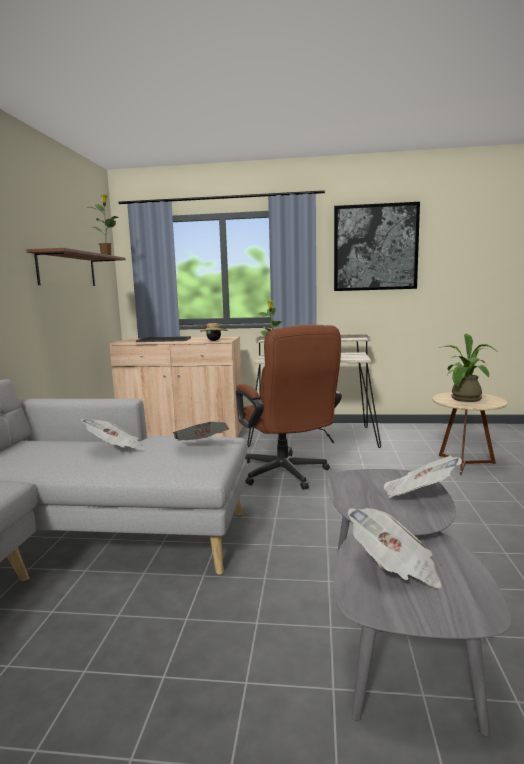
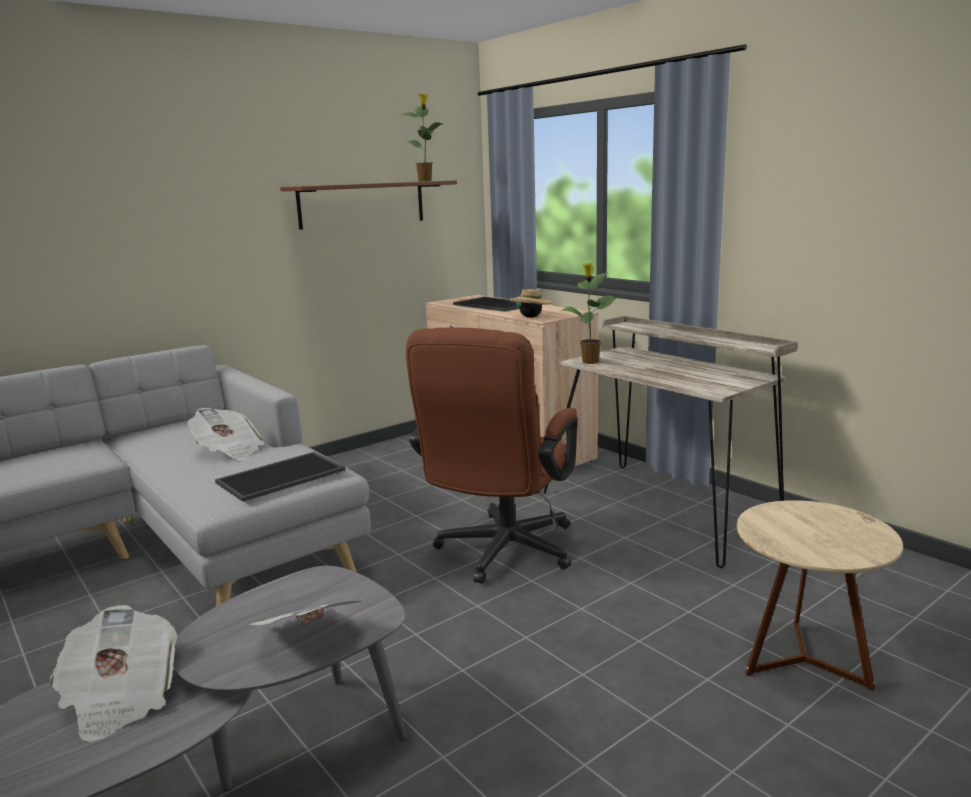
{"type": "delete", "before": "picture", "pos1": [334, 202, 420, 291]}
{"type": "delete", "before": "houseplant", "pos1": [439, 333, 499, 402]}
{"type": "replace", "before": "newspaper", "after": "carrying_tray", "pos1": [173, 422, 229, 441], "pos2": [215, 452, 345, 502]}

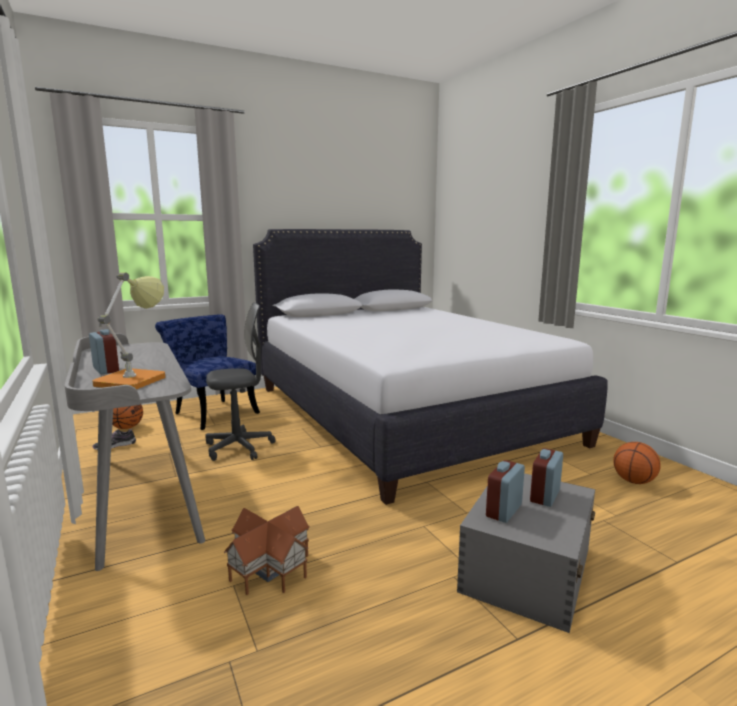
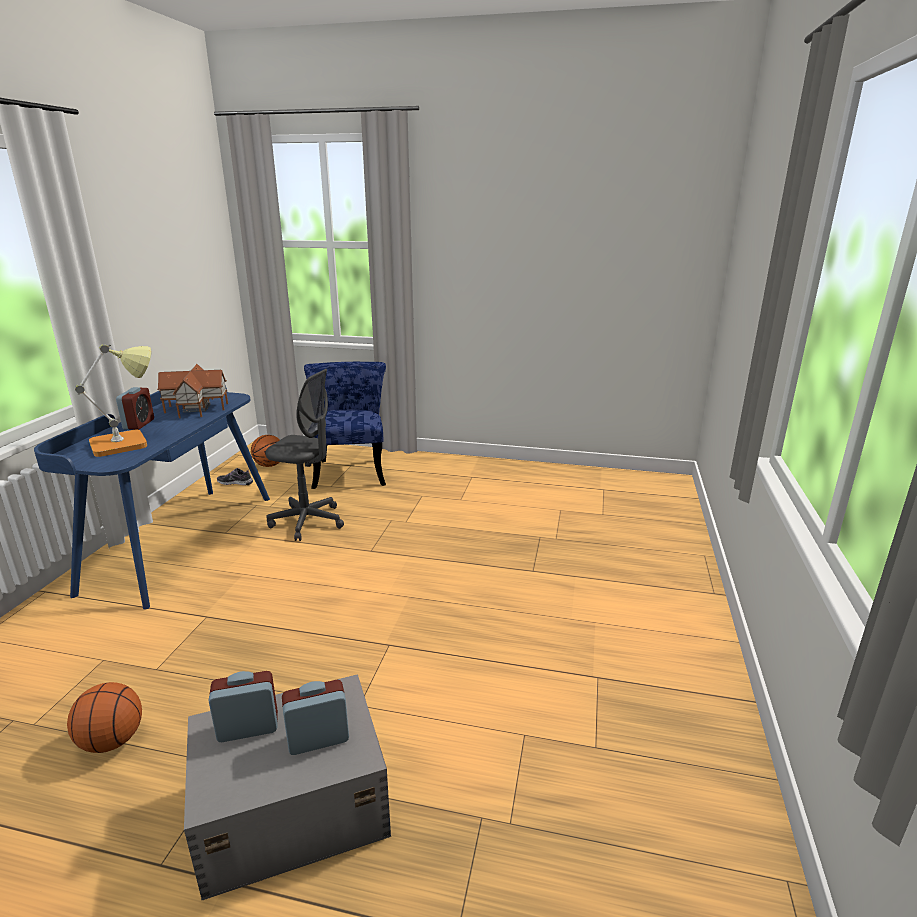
{"type": "delete", "before": "whitish_bed", "pos1": [253, 229, 608, 505]}
{"type": "move", "before": "miniature_house", "pos1": [224, 506, 310, 595], "pos2": [157, 364, 228, 418]}
{"type": "move", "before": "basketball", "pos1": [613, 442, 661, 484], "pos2": [67, 682, 142, 753]}
{"type": "recolor", "before": "gray_desk_unit", "after": "blue_desk_unit", "pos1": [64, 333, 205, 571], "pos2": [34, 385, 270, 610]}

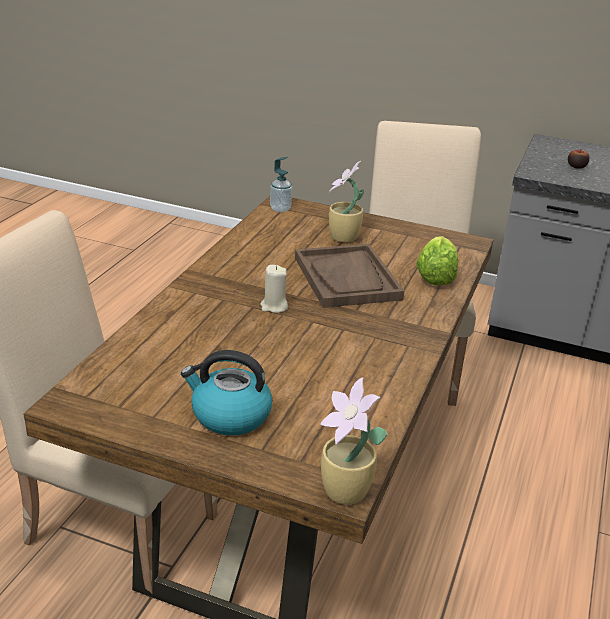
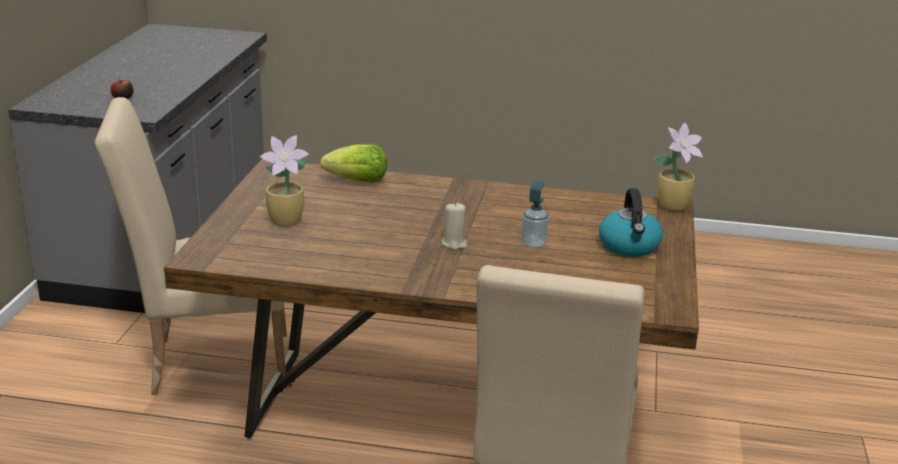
{"type": "delete", "before": "brown-coloured_carrying_tray", "pos1": [295, 244, 404, 308]}
{"type": "move", "before": "liquid_soap_bottle", "pos1": [270, 157, 292, 212], "pos2": [521, 181, 549, 248]}

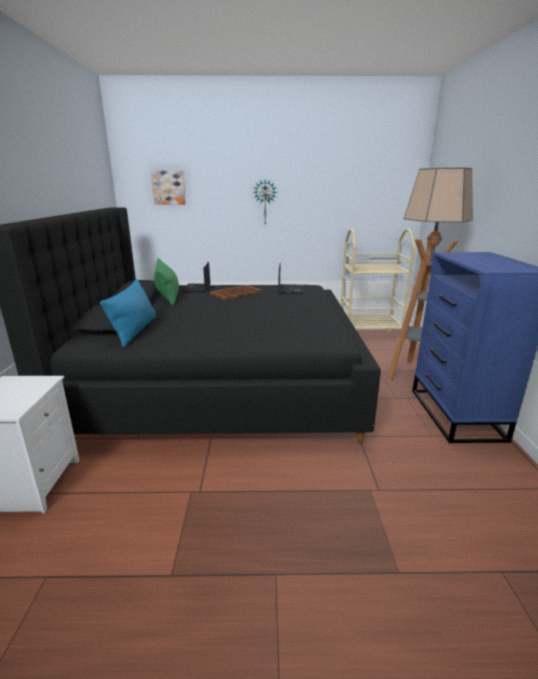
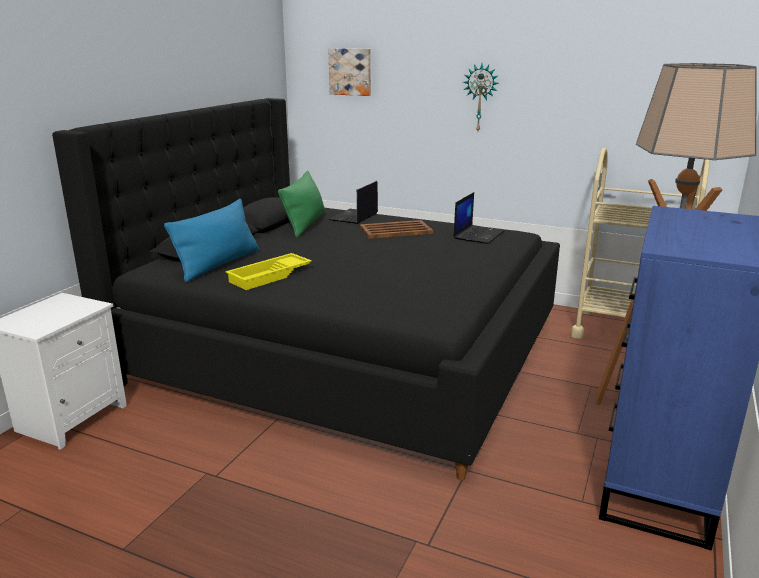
{"type": "insert", "after": "yellowish_carrying_tray", "pos2": [225, 253, 312, 290]}

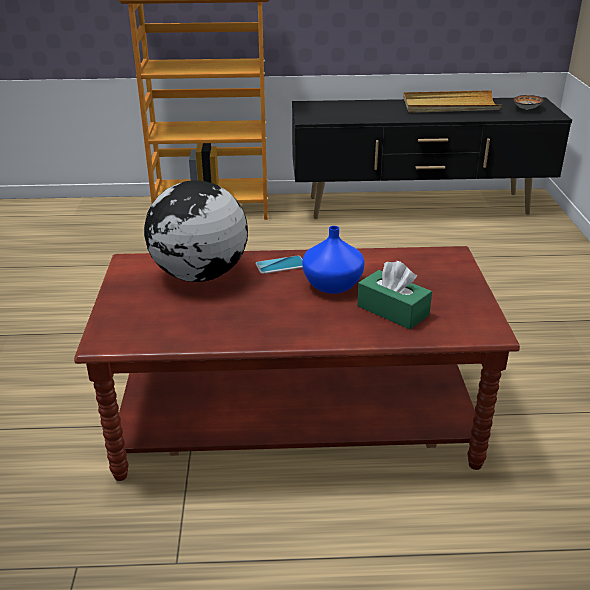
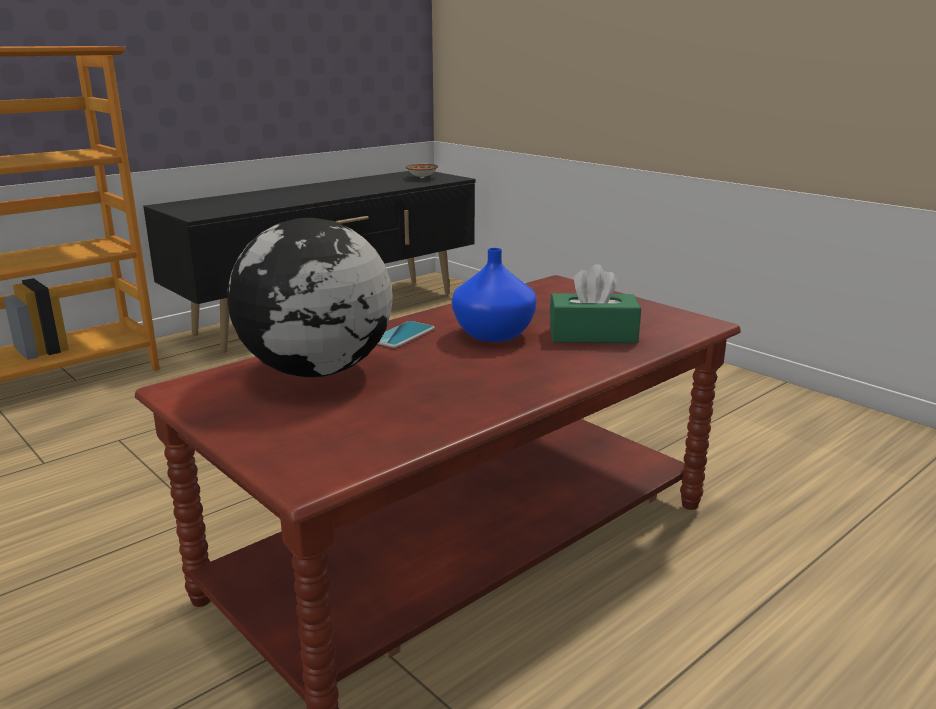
{"type": "delete", "before": "sand-coloured_carrying_tray", "pos1": [403, 90, 503, 113]}

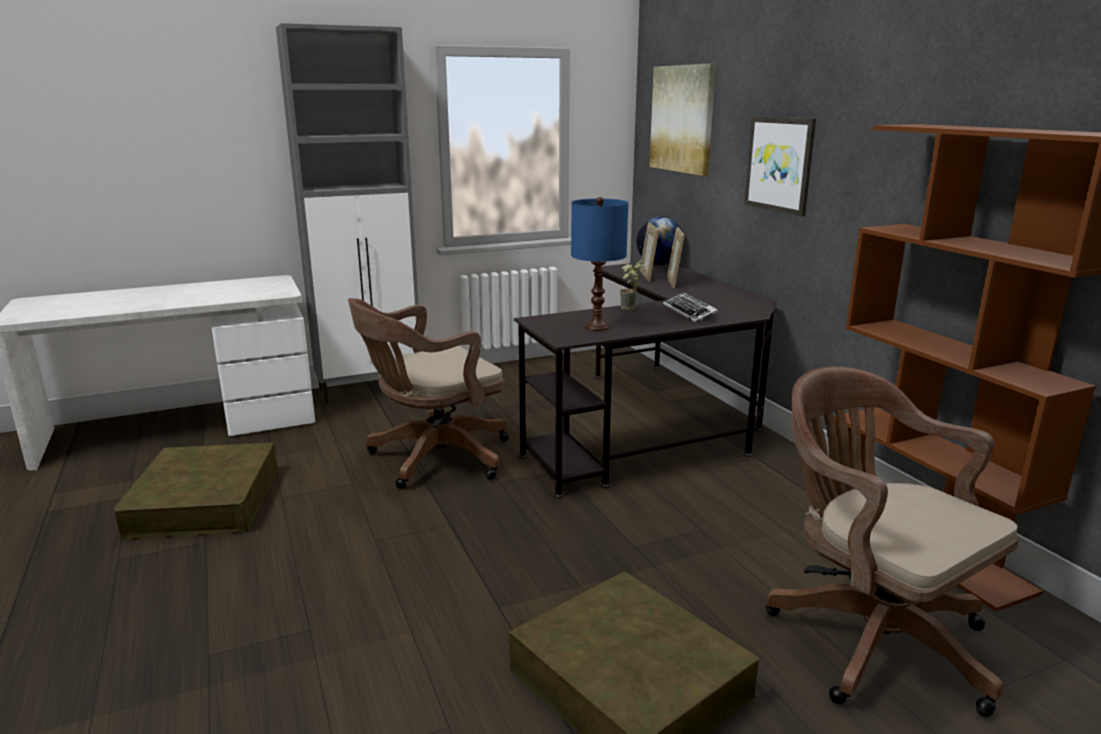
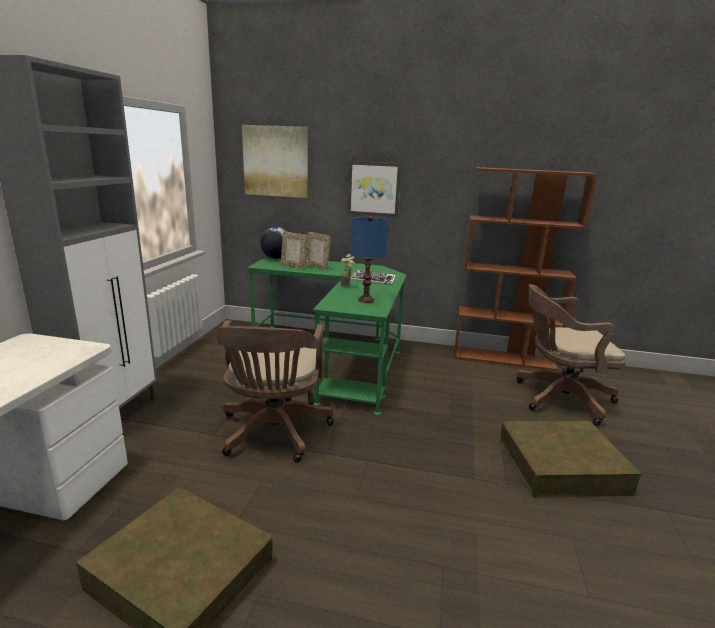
{"type": "recolor", "before": "black_desk_unit", "after": "green_desk_unit", "pos1": [514, 262, 777, 499], "pos2": [247, 257, 406, 415]}

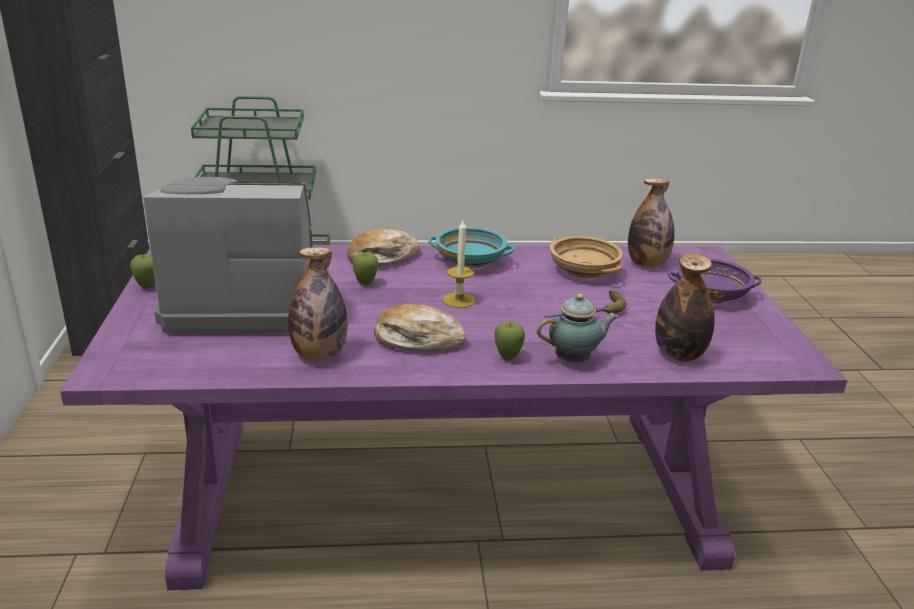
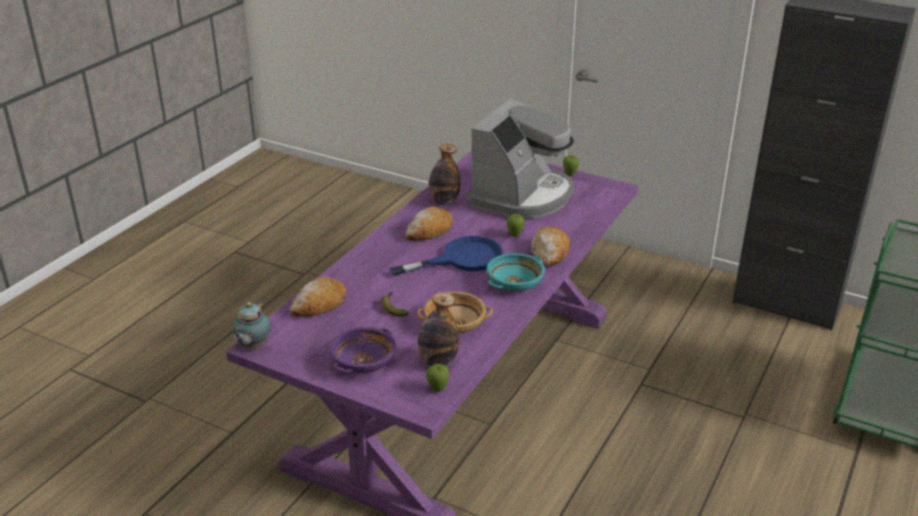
{"type": "move", "before": "apple", "pos1": [495, 321, 525, 361], "pos2": [426, 364, 449, 392]}
{"type": "move", "before": "tea_pot", "pos1": [537, 294, 618, 362], "pos2": [233, 300, 271, 348]}
{"type": "replace", "before": "wax_light", "after": "blue_skillet", "pos1": [443, 220, 475, 308], "pos2": [389, 236, 503, 276]}
{"type": "replace", "before": "beverage_bottle", "after": "bakery_bread", "pos1": [655, 253, 715, 361], "pos2": [290, 277, 346, 317]}

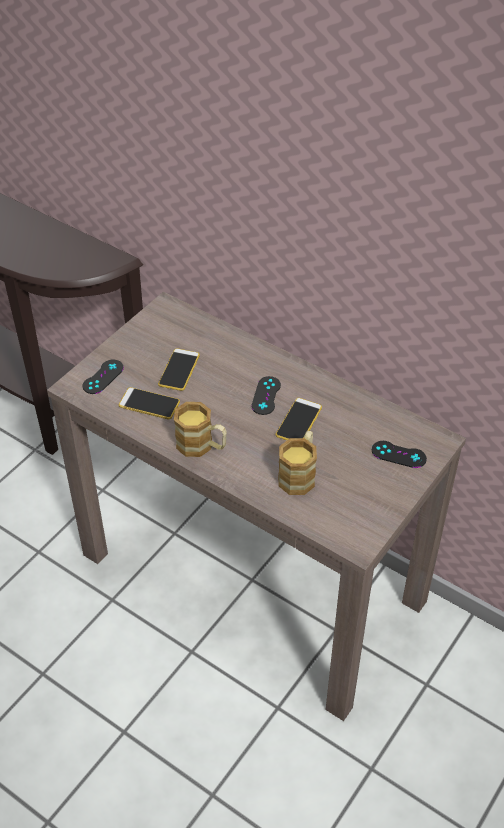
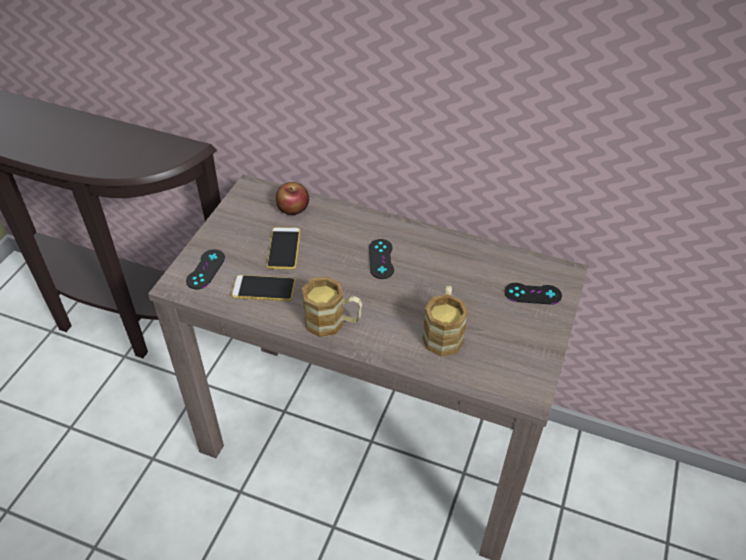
{"type": "delete", "before": "handset", "pos1": [275, 398, 322, 440]}
{"type": "insert", "after": "apple", "pos2": [276, 182, 309, 215]}

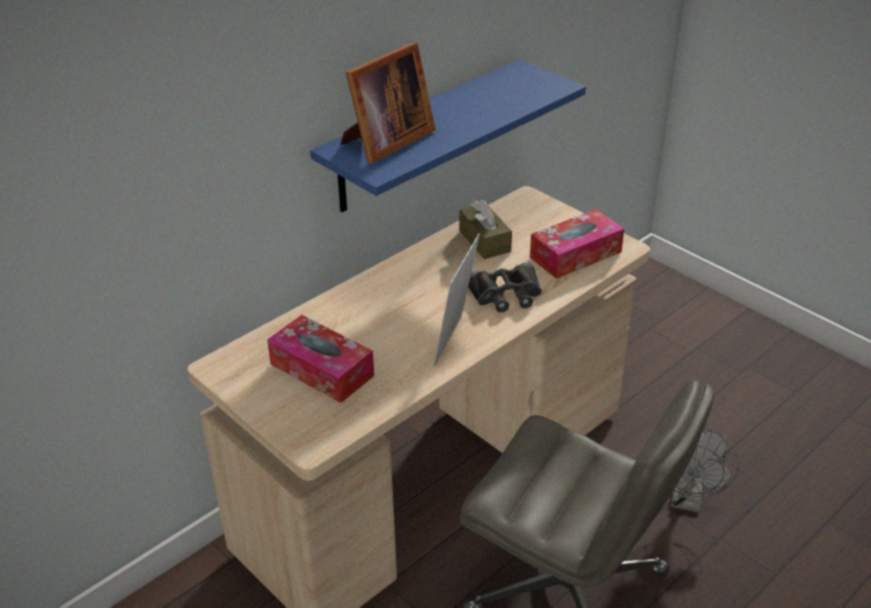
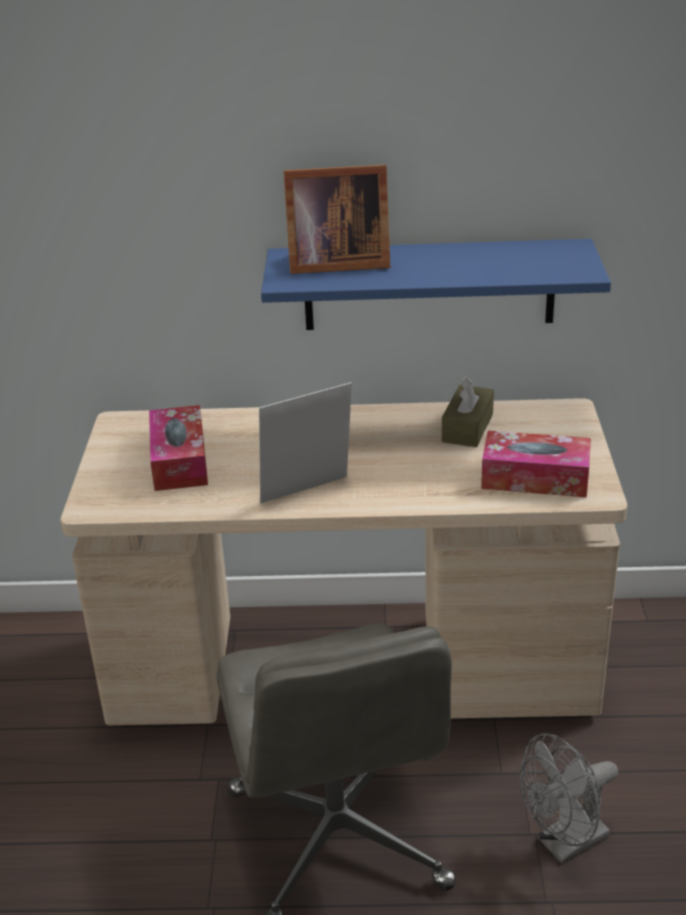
{"type": "delete", "before": "black_field_glasses", "pos1": [468, 262, 542, 312]}

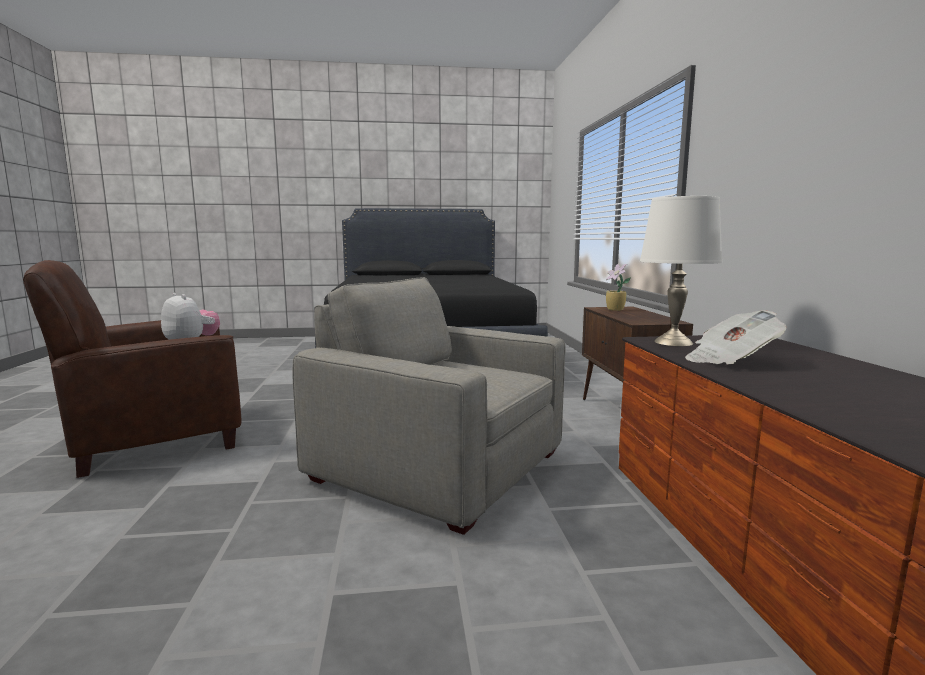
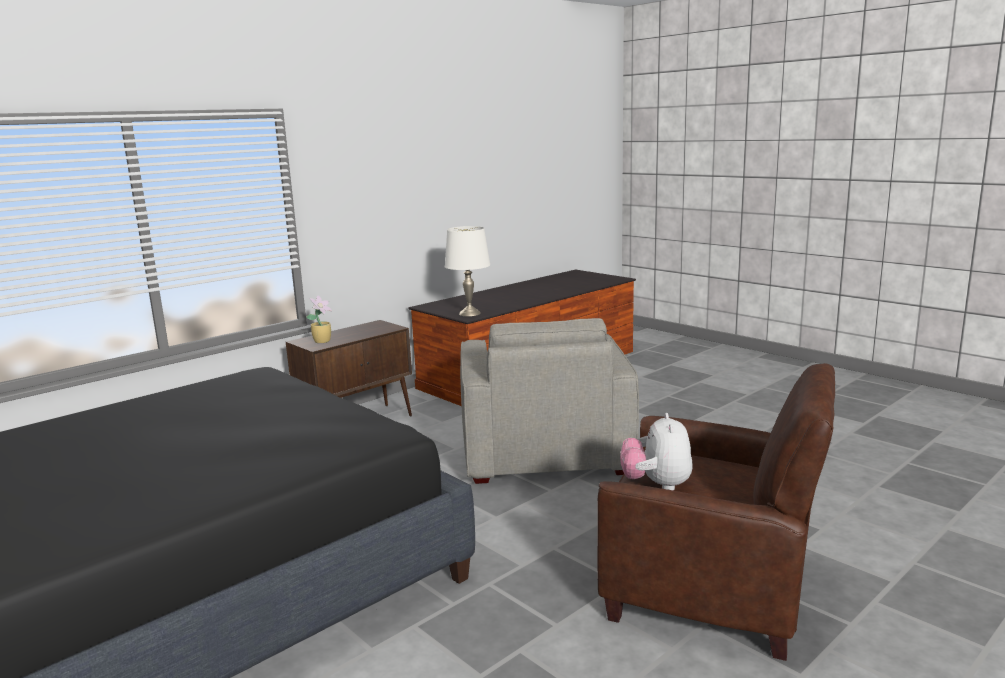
{"type": "delete", "before": "newspaper", "pos1": [685, 310, 787, 365]}

